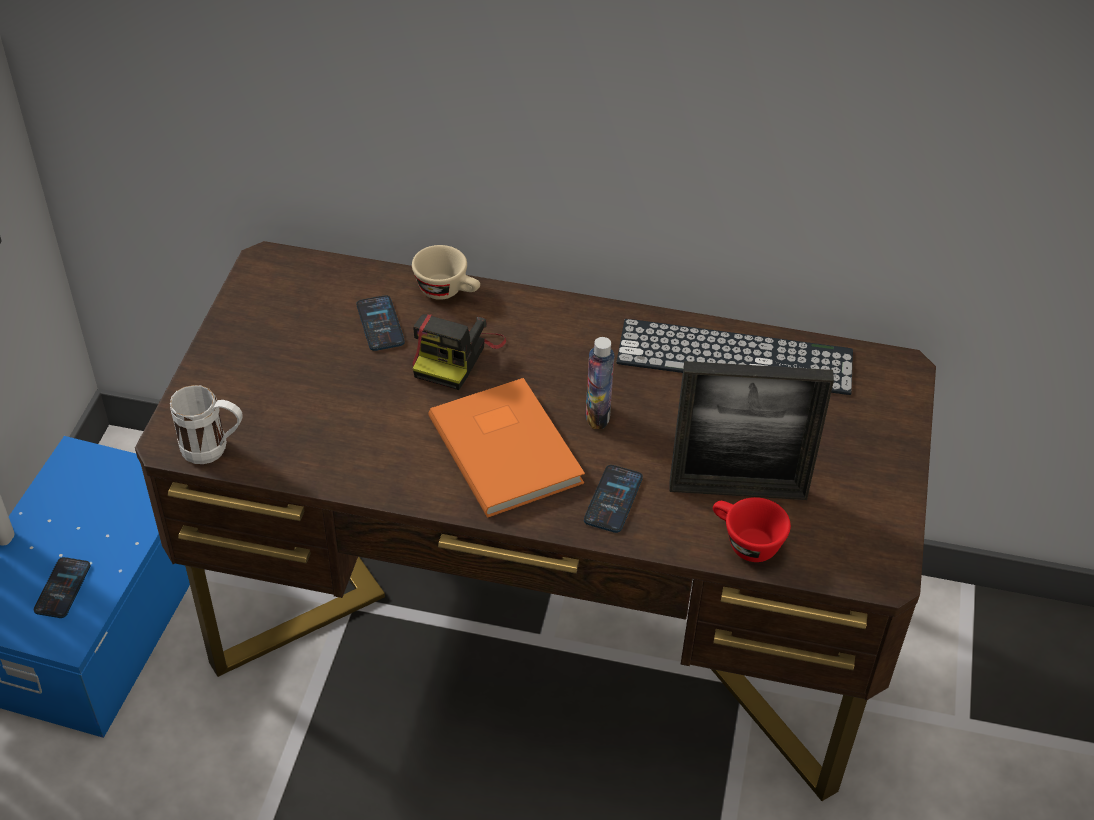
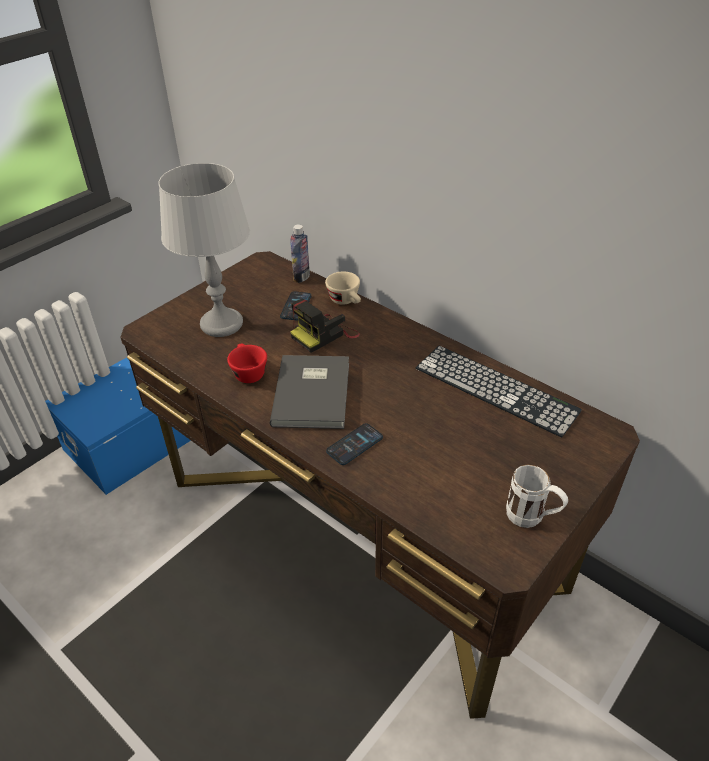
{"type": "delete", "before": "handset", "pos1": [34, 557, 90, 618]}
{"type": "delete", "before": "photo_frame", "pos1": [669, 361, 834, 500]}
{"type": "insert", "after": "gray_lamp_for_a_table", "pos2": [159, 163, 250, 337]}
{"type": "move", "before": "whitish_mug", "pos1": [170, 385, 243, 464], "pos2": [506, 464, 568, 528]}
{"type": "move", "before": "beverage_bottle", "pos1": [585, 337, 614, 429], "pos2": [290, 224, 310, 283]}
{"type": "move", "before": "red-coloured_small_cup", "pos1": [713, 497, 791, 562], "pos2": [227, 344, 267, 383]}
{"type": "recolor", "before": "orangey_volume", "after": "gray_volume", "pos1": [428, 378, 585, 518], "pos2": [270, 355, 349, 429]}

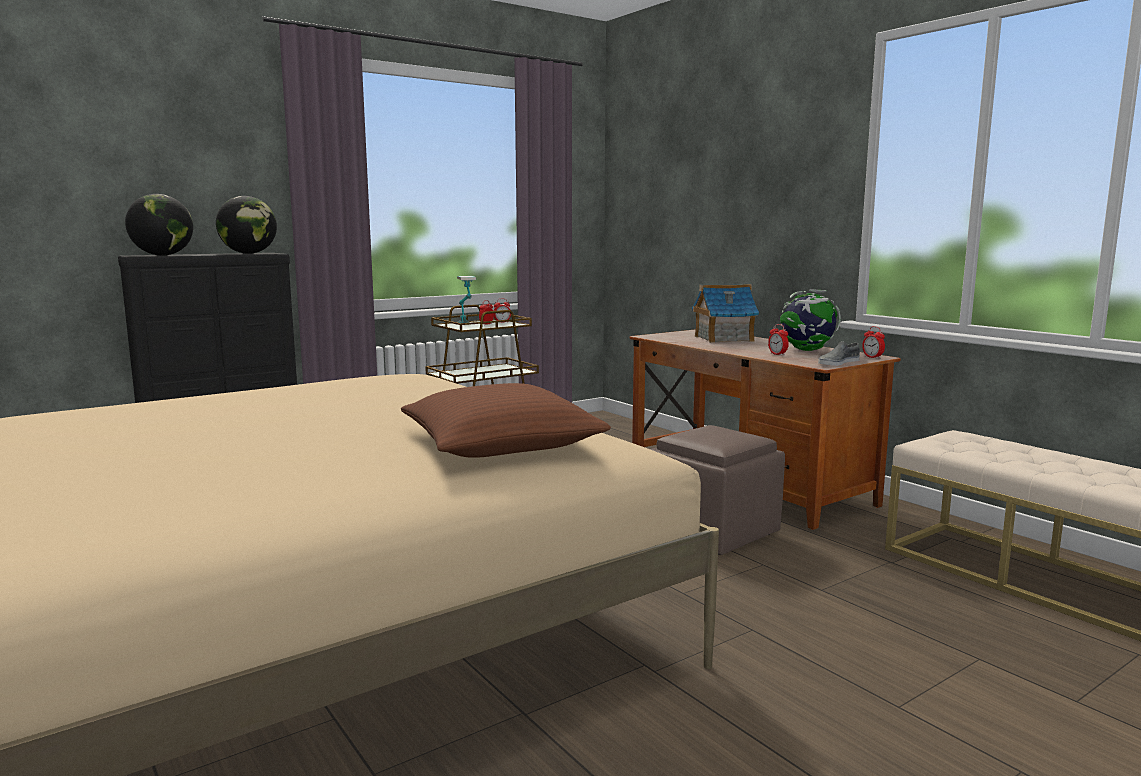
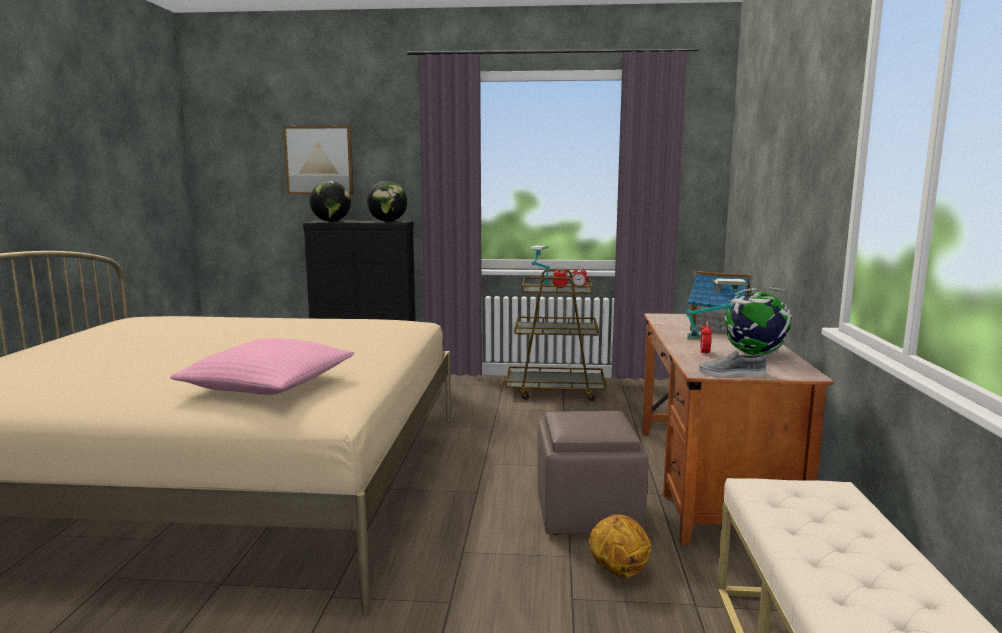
{"type": "delete", "before": "table_clock", "pos1": [862, 326, 885, 359]}
{"type": "insert", "after": "picture", "pos2": [283, 126, 354, 195]}
{"type": "insert", "after": "basketball", "pos2": [589, 514, 651, 579]}
{"type": "insert", "after": "lamp_for_a_table", "pos2": [686, 278, 748, 340]}
{"type": "recolor", "before": "brown-coloured_cushion", "after": "pink-coloured_cushion", "pos1": [401, 383, 611, 458], "pos2": [170, 338, 354, 395]}

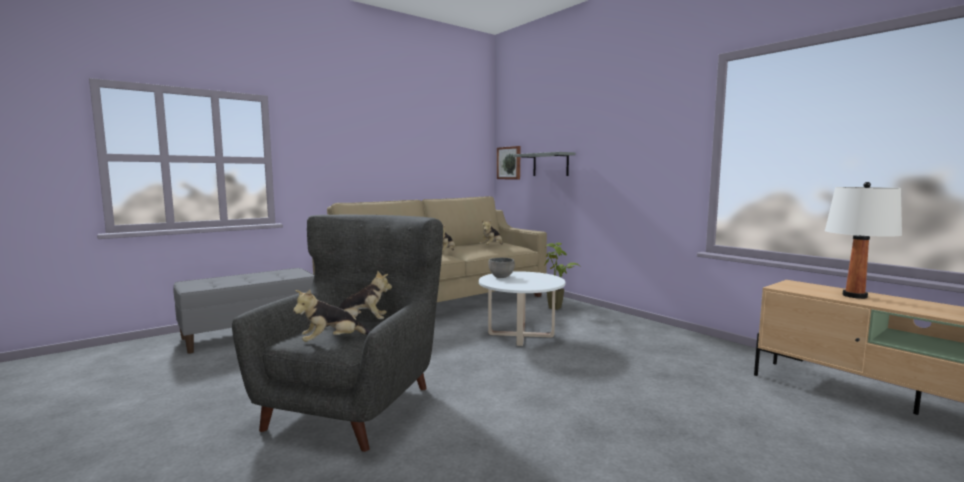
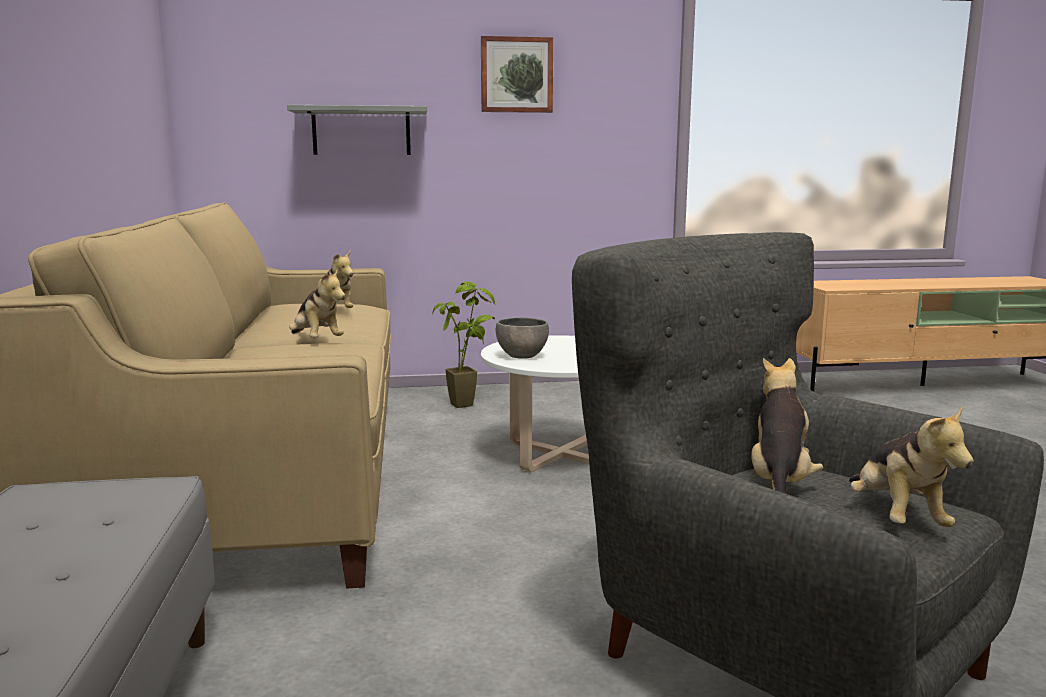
{"type": "delete", "before": "whitish_lamp_for_a_table", "pos1": [825, 182, 902, 299]}
{"type": "move", "before": "picture", "pos1": [497, 146, 521, 179], "pos2": [481, 36, 553, 113]}

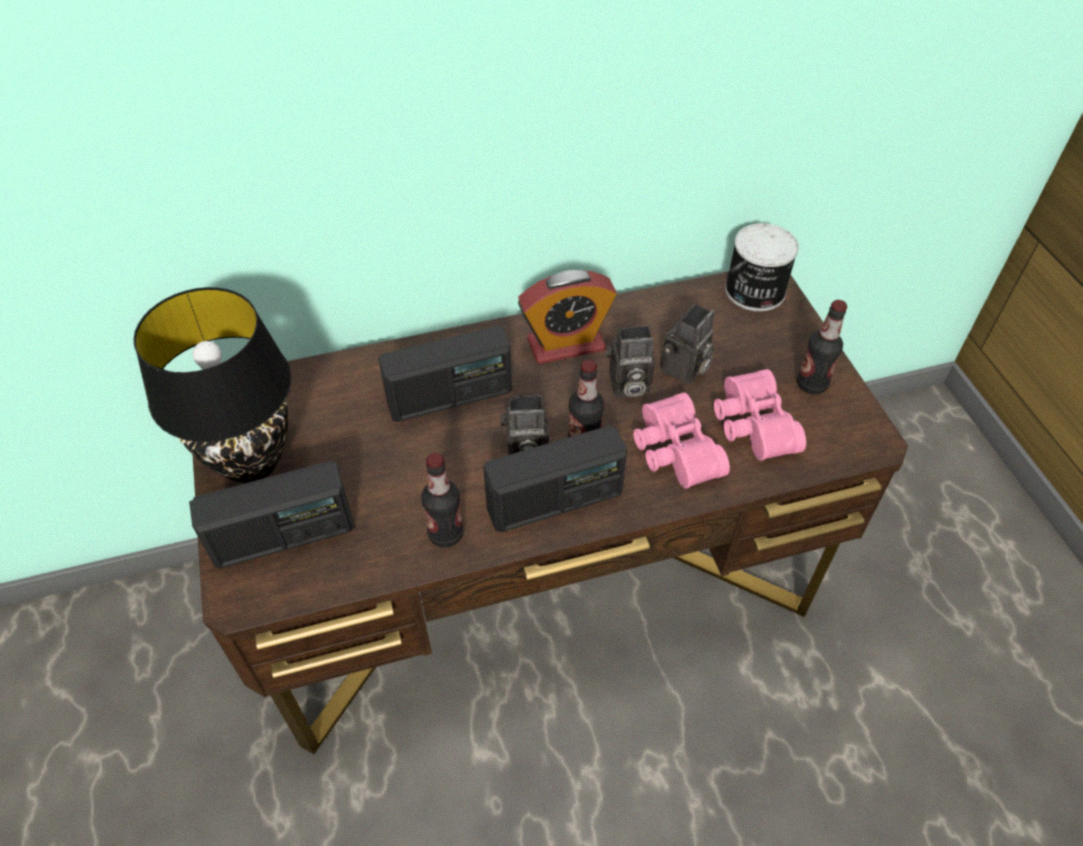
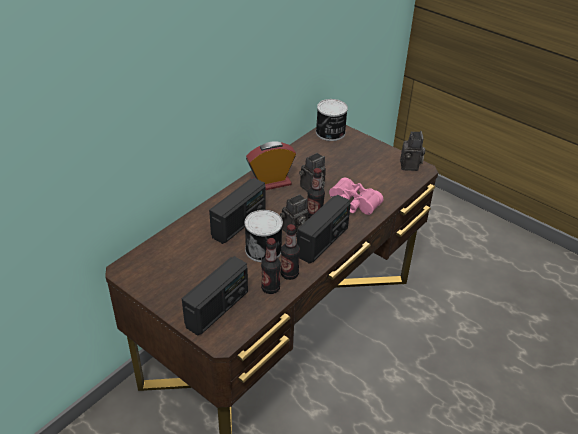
{"type": "delete", "before": "black_lamp_for_a_table", "pos1": [134, 287, 291, 483]}
{"type": "delete", "before": "pink-coloured_field_glasses", "pos1": [714, 369, 806, 461]}
{"type": "insert", "after": "can", "pos2": [245, 210, 283, 262]}
{"type": "move", "before": "still_camera", "pos1": [660, 304, 715, 385], "pos2": [400, 131, 425, 171]}
{"type": "move", "before": "beverage_bottle", "pos1": [797, 300, 847, 394], "pos2": [261, 238, 281, 294]}
{"type": "rotate", "before": "table_clock", "pos1": [518, 270, 617, 364], "pos2": [246, 141, 296, 190], "turn": -150}

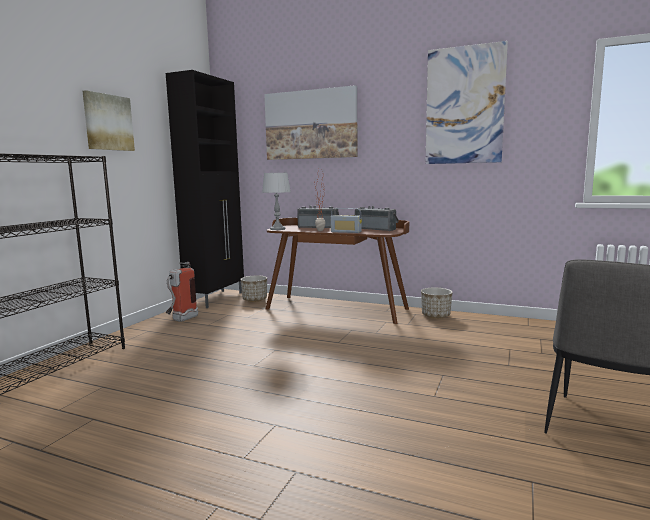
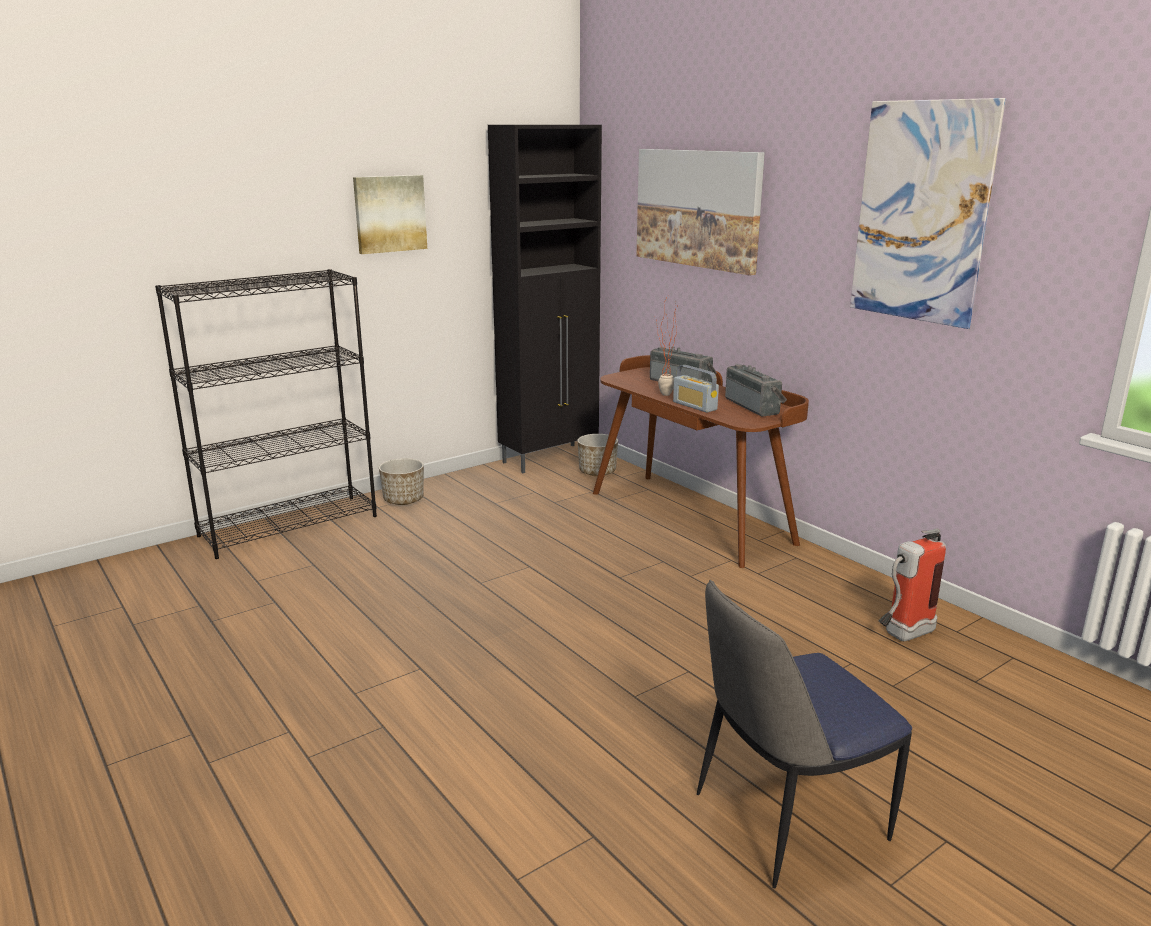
{"type": "delete", "before": "gray_lamp_for_a_table", "pos1": [262, 173, 291, 230]}
{"type": "move", "before": "fire-fighting_cylinder", "pos1": [166, 262, 198, 322], "pos2": [879, 528, 946, 641]}
{"type": "move", "before": "plant_pot", "pos1": [421, 288, 453, 319], "pos2": [379, 458, 424, 505]}

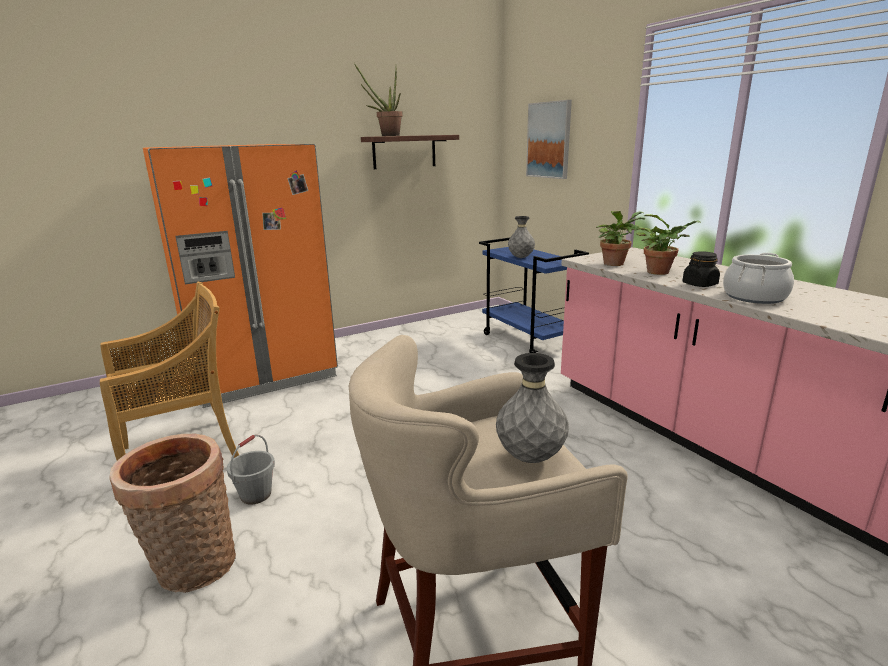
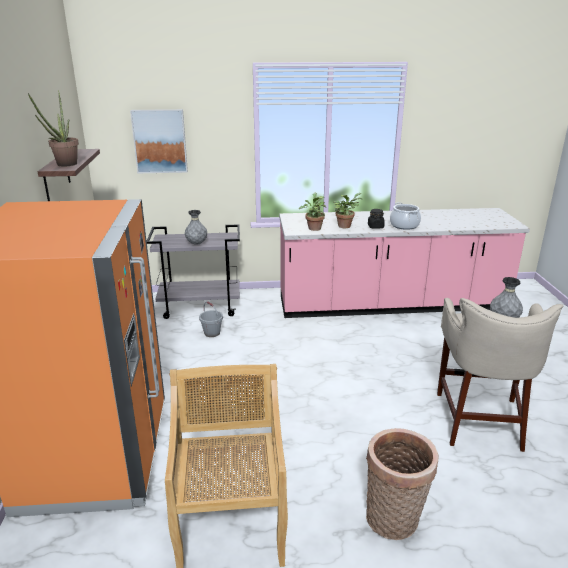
{"type": "move", "before": "gray_pail", "pos1": [227, 435, 275, 504], "pos2": [199, 301, 223, 337]}
{"type": "recolor", "before": "blue_wheeled_cart", "after": "gray_wheeled_cart", "pos1": [479, 238, 589, 353], "pos2": [147, 225, 240, 319]}

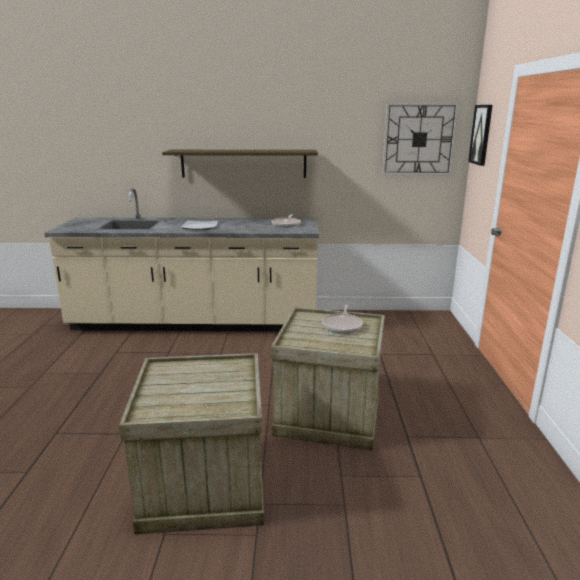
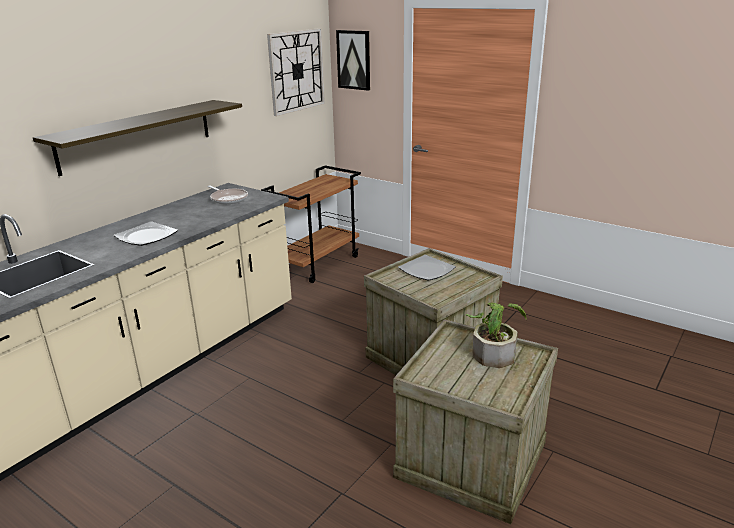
{"type": "insert", "after": "brown-coloured_wheeled_cart", "pos2": [261, 166, 361, 283]}
{"type": "insert", "after": "houseplant", "pos2": [466, 303, 527, 368]}
{"type": "replace", "before": "skillet", "after": "plate", "pos1": [322, 305, 363, 334], "pos2": [398, 255, 456, 280]}

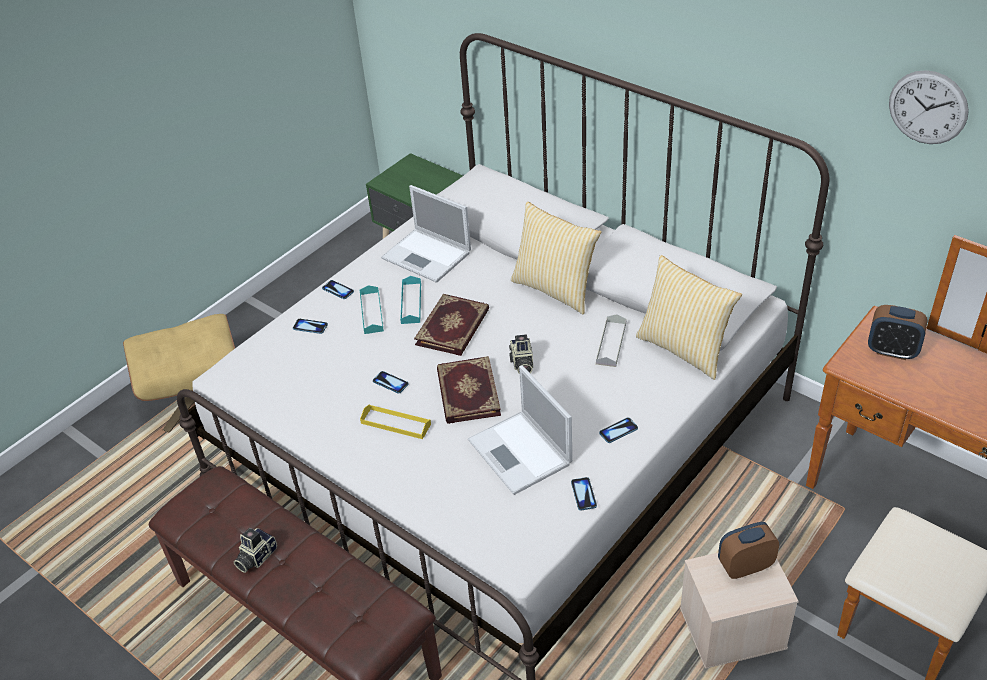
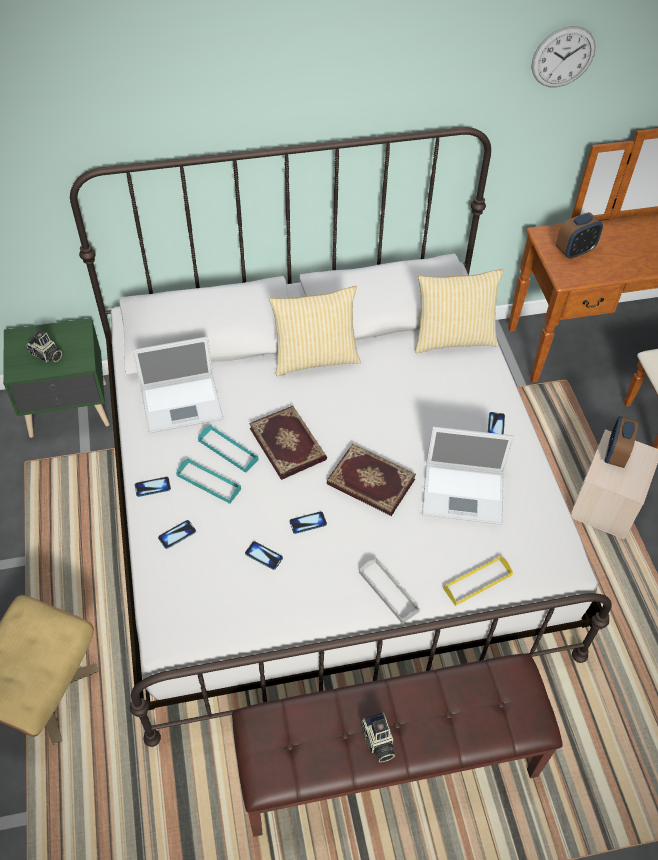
{"type": "move", "before": "yellowish_carrying_tray", "pos1": [360, 404, 431, 439], "pos2": [443, 556, 513, 606]}
{"type": "move", "before": "still_camera", "pos1": [509, 334, 533, 374], "pos2": [26, 330, 62, 363]}
{"type": "move", "before": "handset", "pos1": [571, 477, 597, 510], "pos2": [245, 541, 283, 570]}
{"type": "move", "before": "gray_carrying_tray", "pos1": [596, 314, 626, 367], "pos2": [359, 558, 420, 624]}

